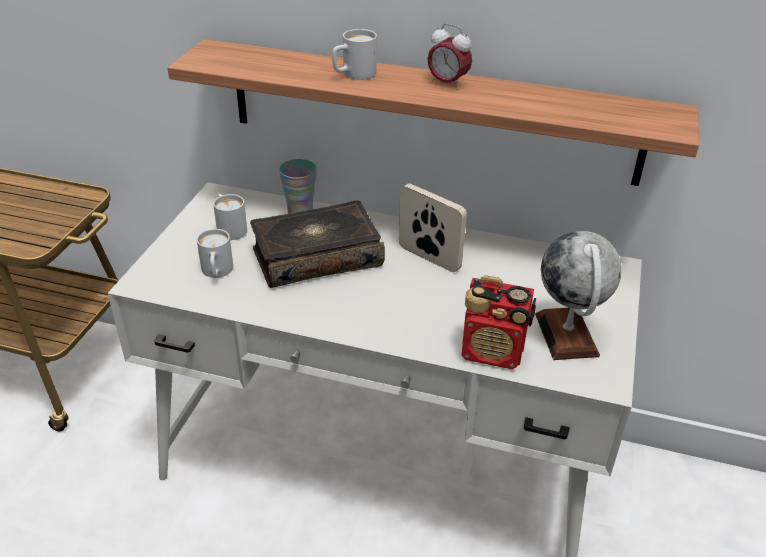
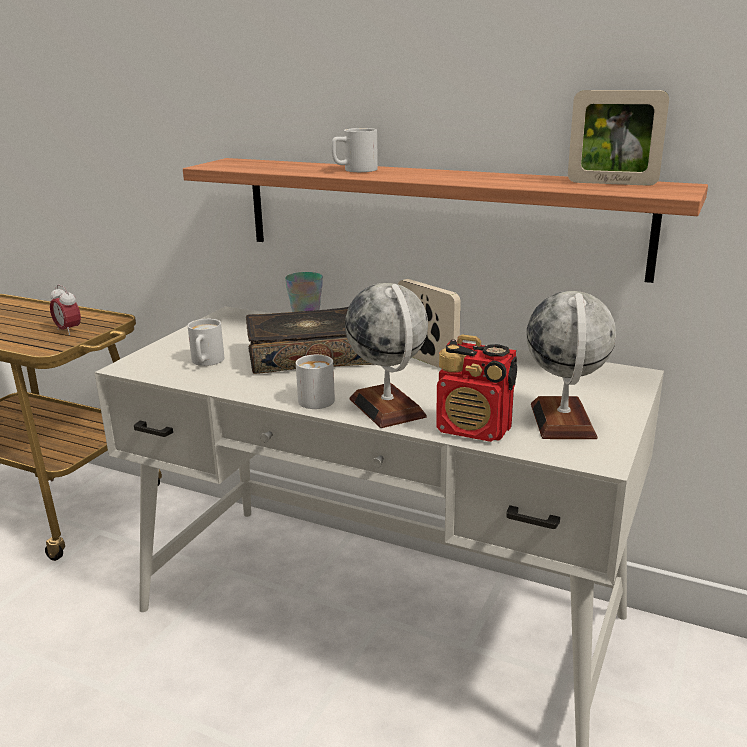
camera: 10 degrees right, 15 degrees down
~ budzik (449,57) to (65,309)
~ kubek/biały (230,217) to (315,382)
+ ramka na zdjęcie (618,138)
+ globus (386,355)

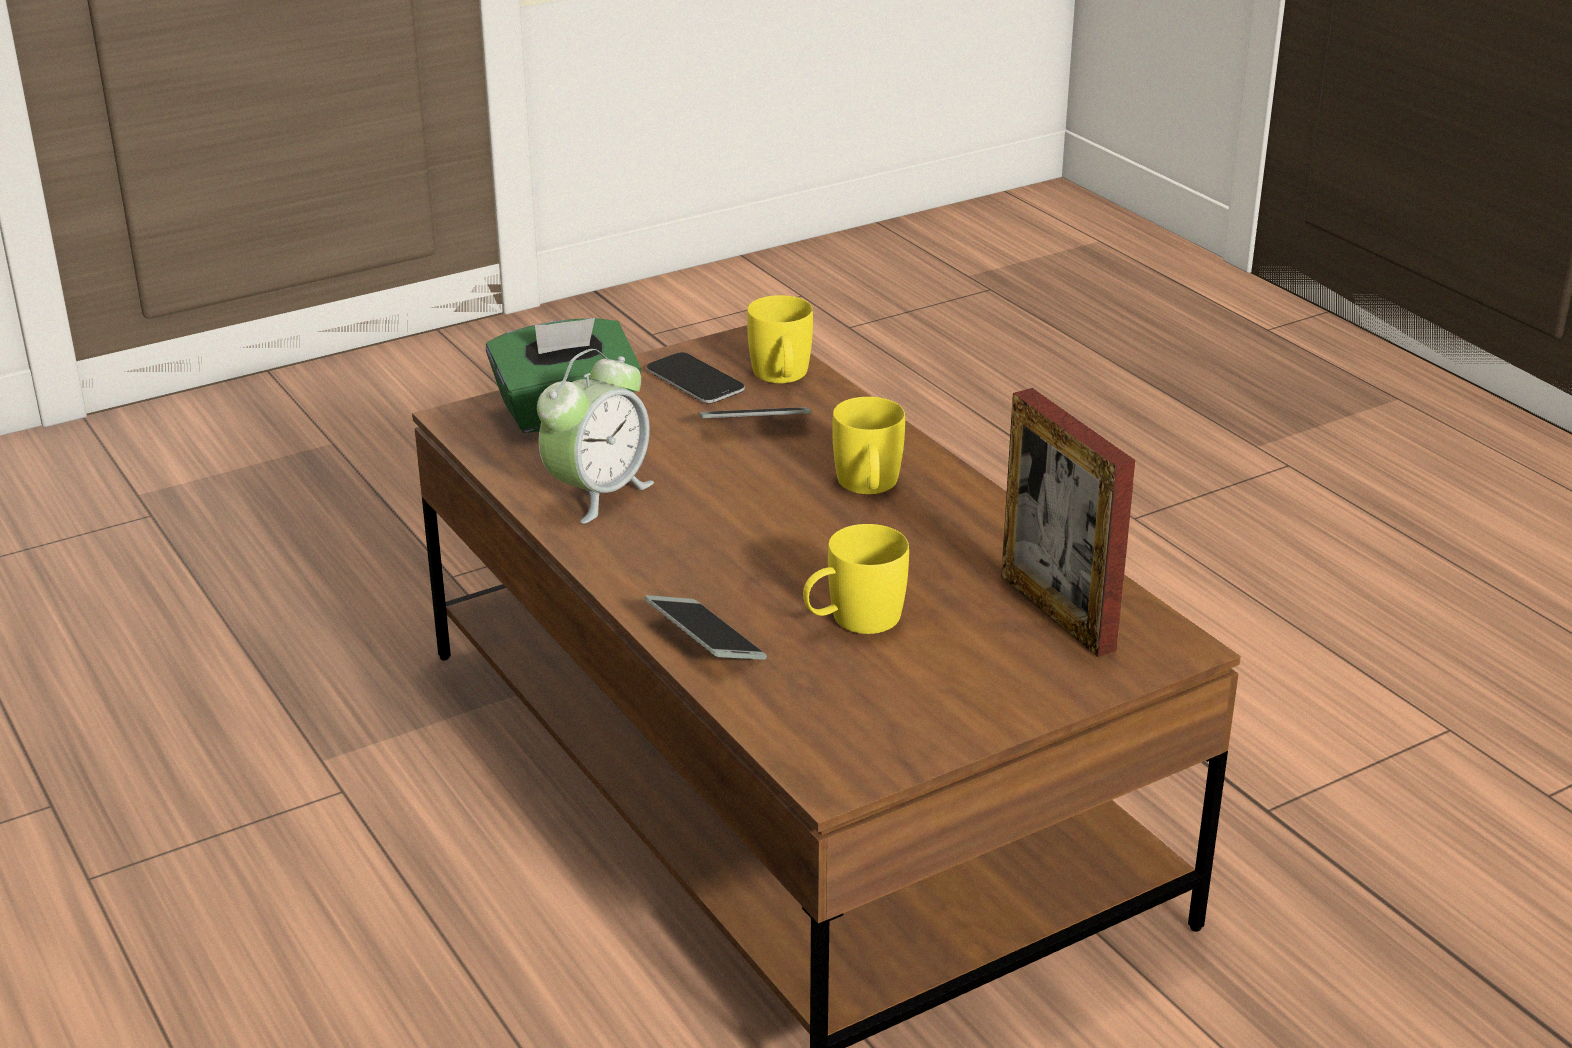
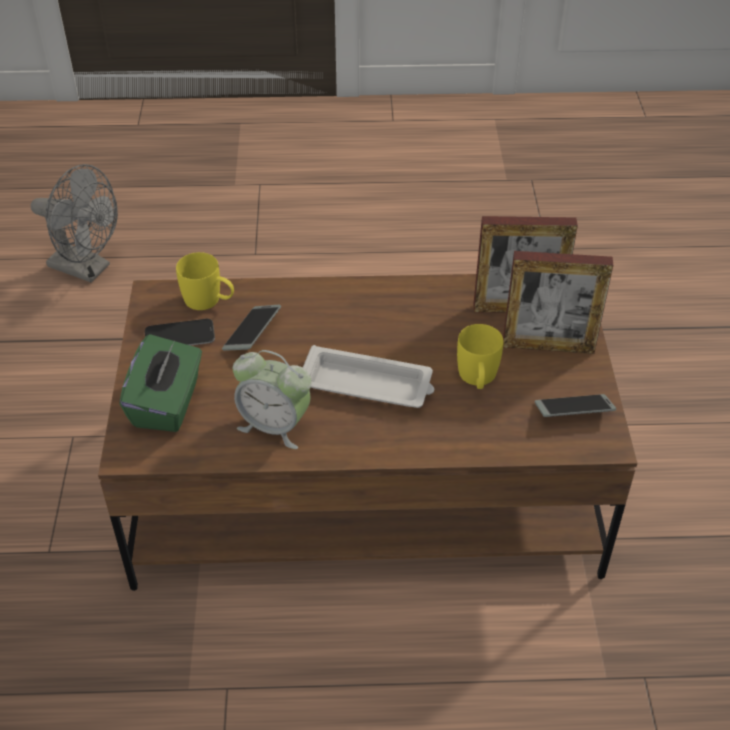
camera: 60 degrees left, 15 degrees up
~ budzik (595,436) = (272,399) 135 degrees clockwise
- kubek/żółty (868,445)
~ telefon (705,627) to (575,405)
+ wentylator/szary (74,223)
+ ramka na zdjęcie (558,302)
+ taca/biały (368,376)

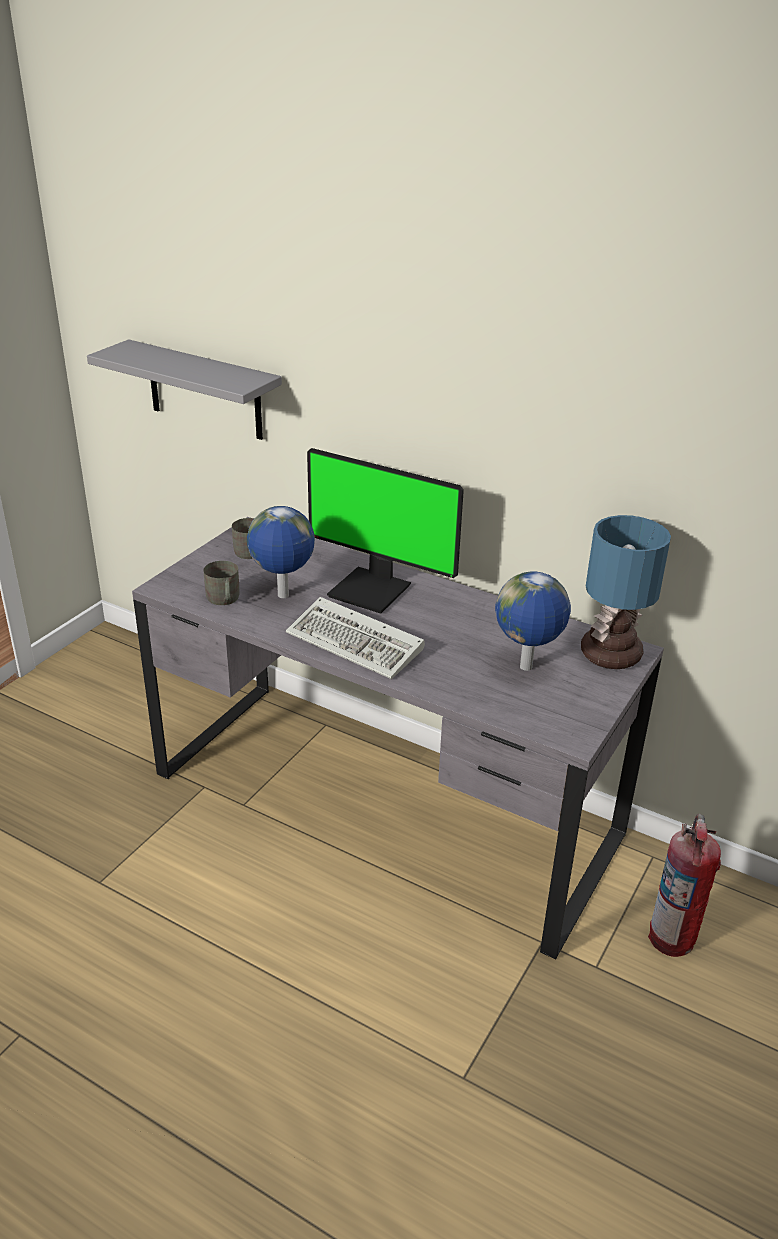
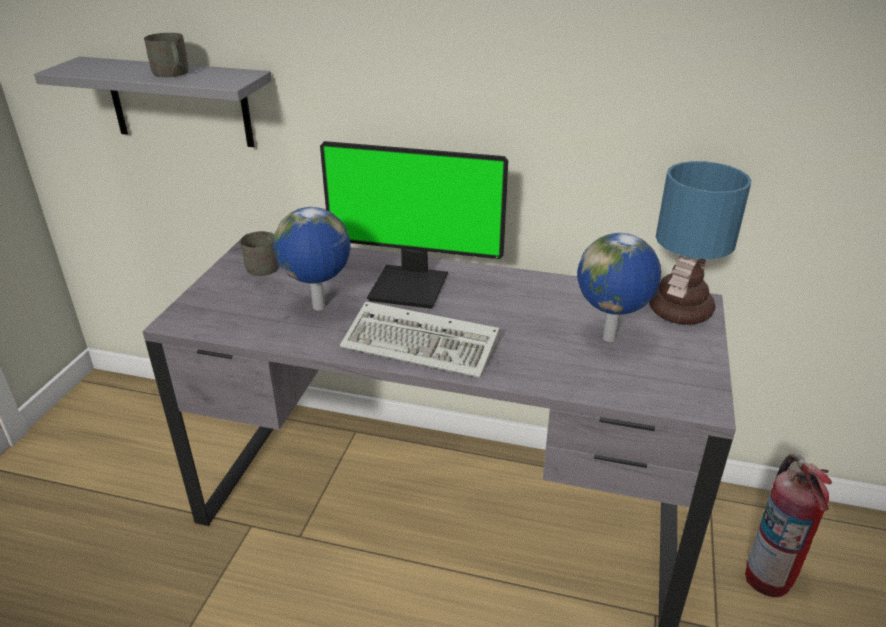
camera: 15 degrees left, 0 degrees up
~ kubek/szary (221,583) to (166,55)

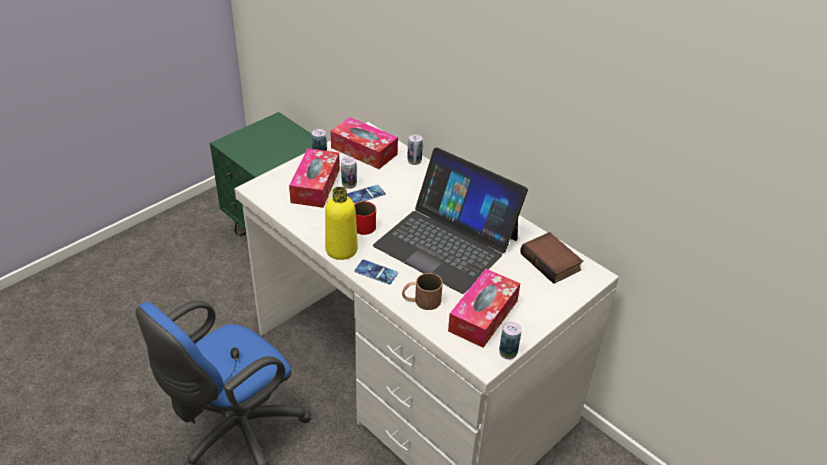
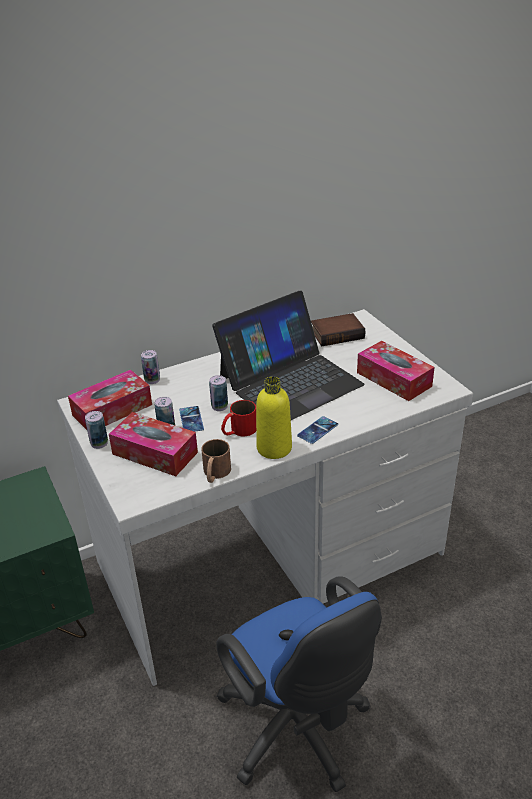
camera: 70 degrees left, 5 degrees down
~ kubek/brązowy (422,291) to (216,461)
~ puszka (510,341) to (218,393)

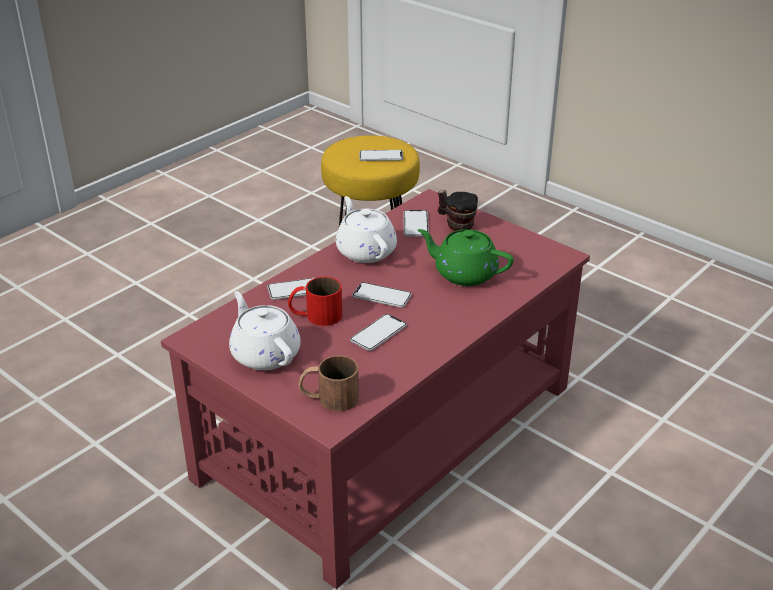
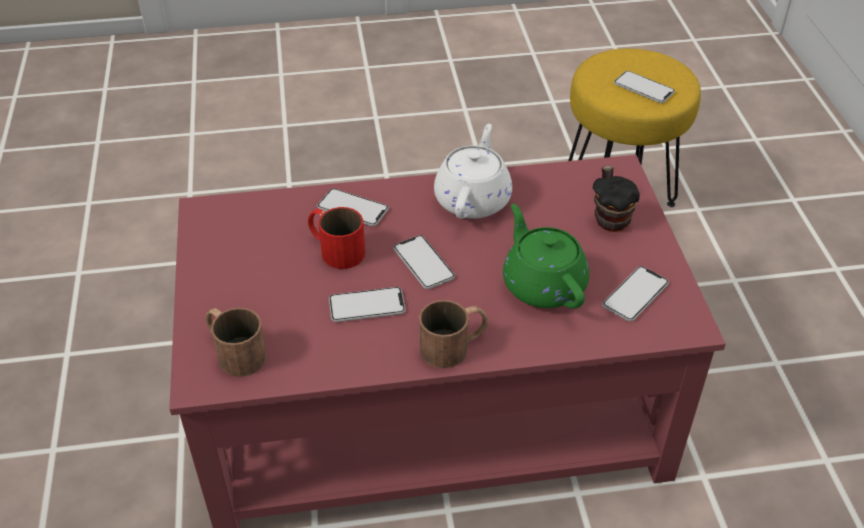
camera: 40 degrees right, 10 degrees up
~ telefon (416,223) to (635,294)
- imbryk/biały (265,330)
+ kubek/brązowy (453,334)

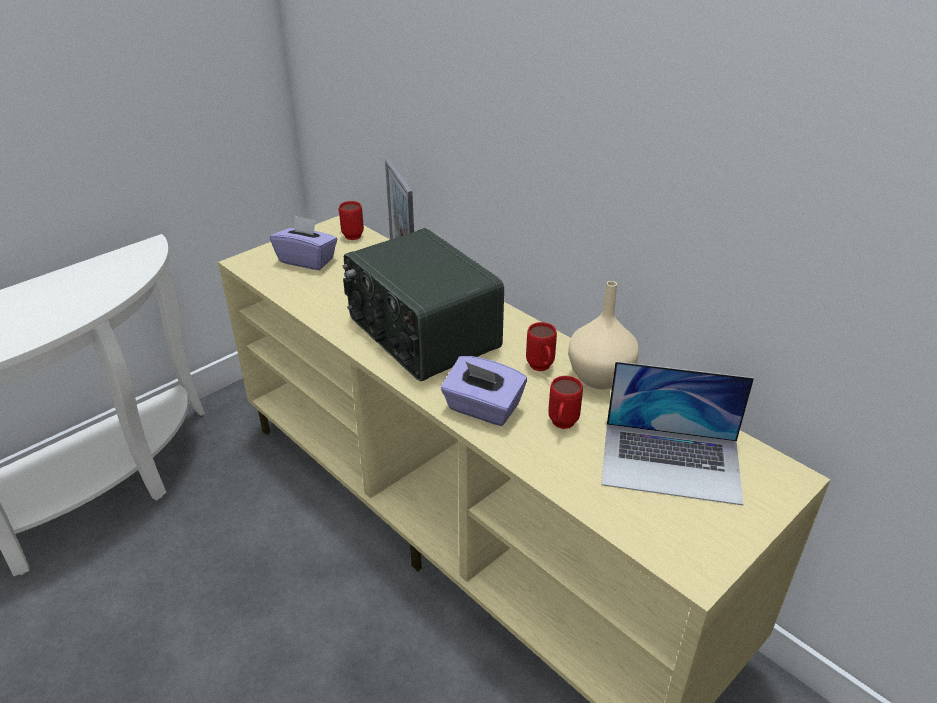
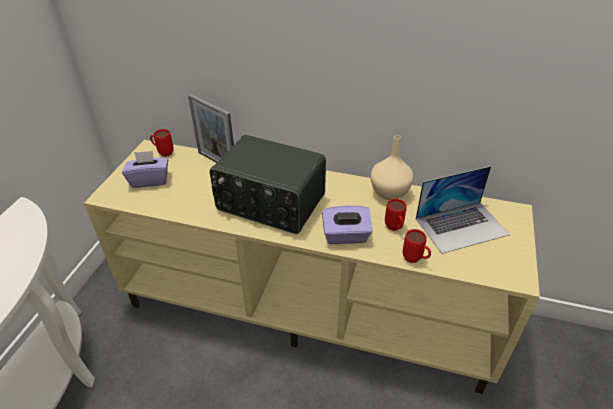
camera: 30 degrees left, 5 degrees up
~ kubek/czerwony (541,346) to (416,246)

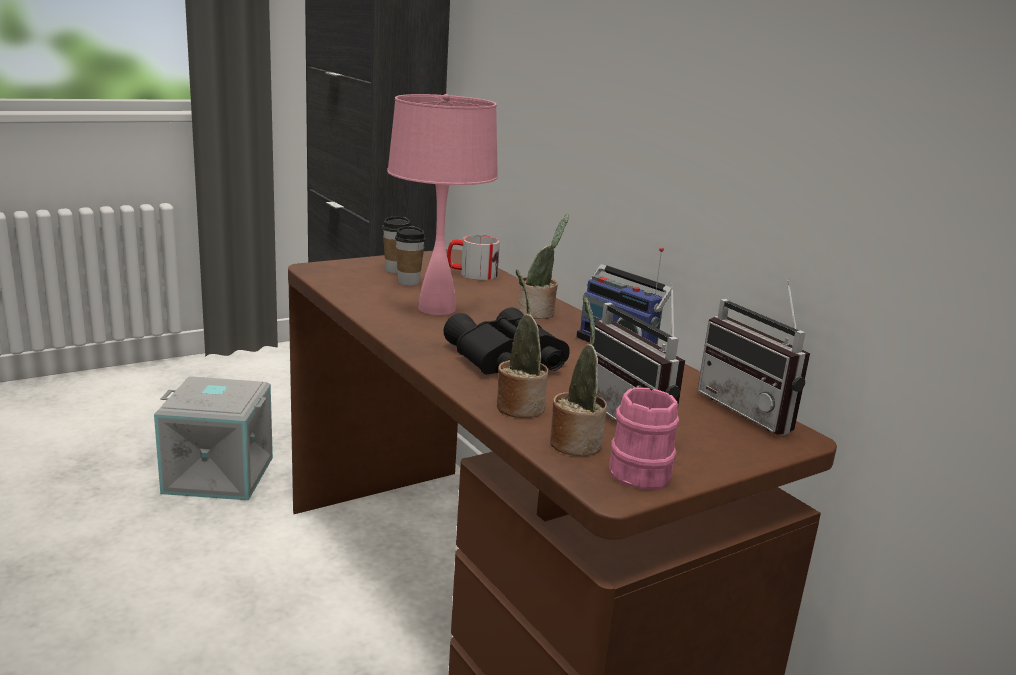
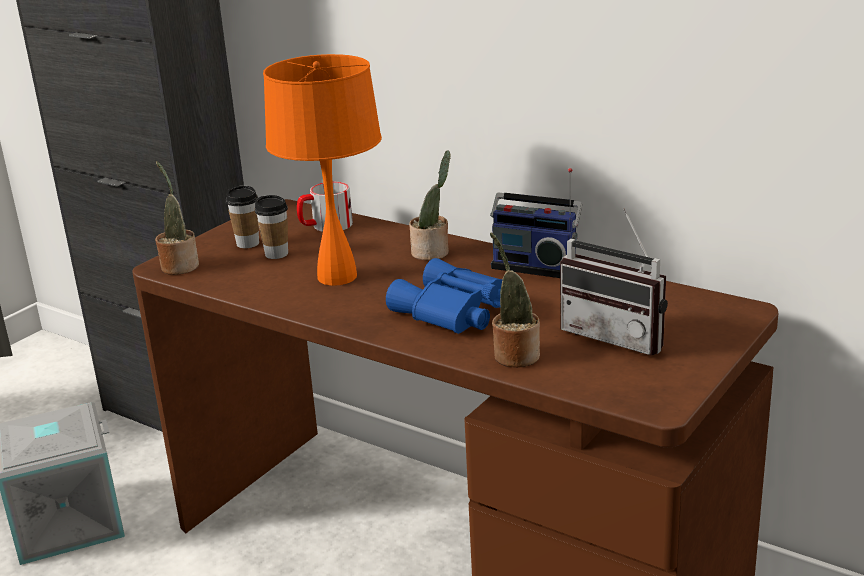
camera: 20 degrees left, 5 degrees up
~ lampa stołowa/różowy (442,204) to lampa stołowa/pomarańczowy (322,170)
- radio (753,357)
~ roślina doniczkowa (578,375) to (177,218)
~ lornetka/czarny (506,341) to lornetka/niebieski (444,296)
- kubek/różowy (644,438)

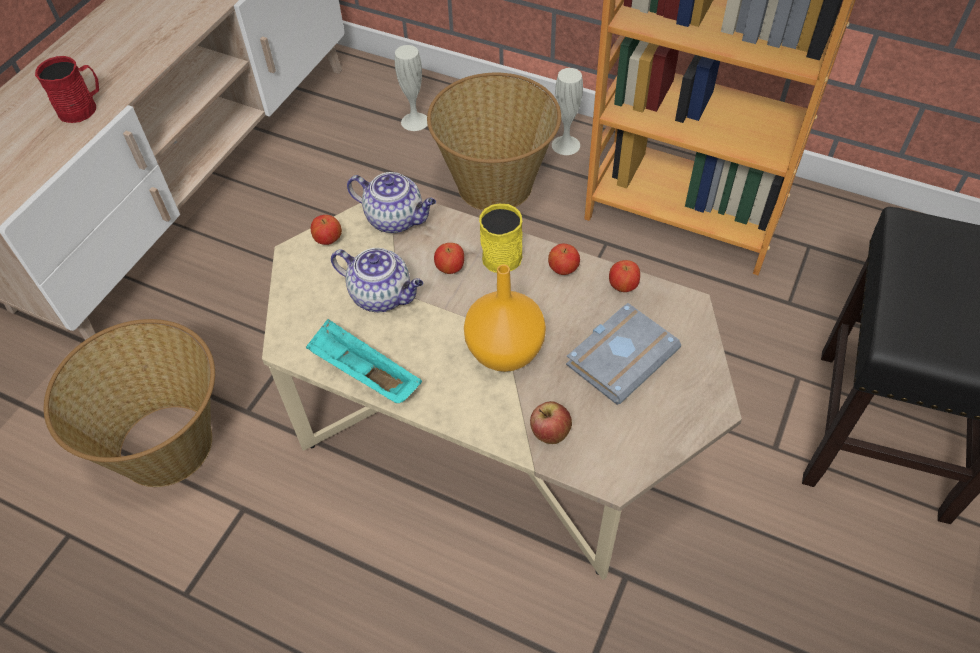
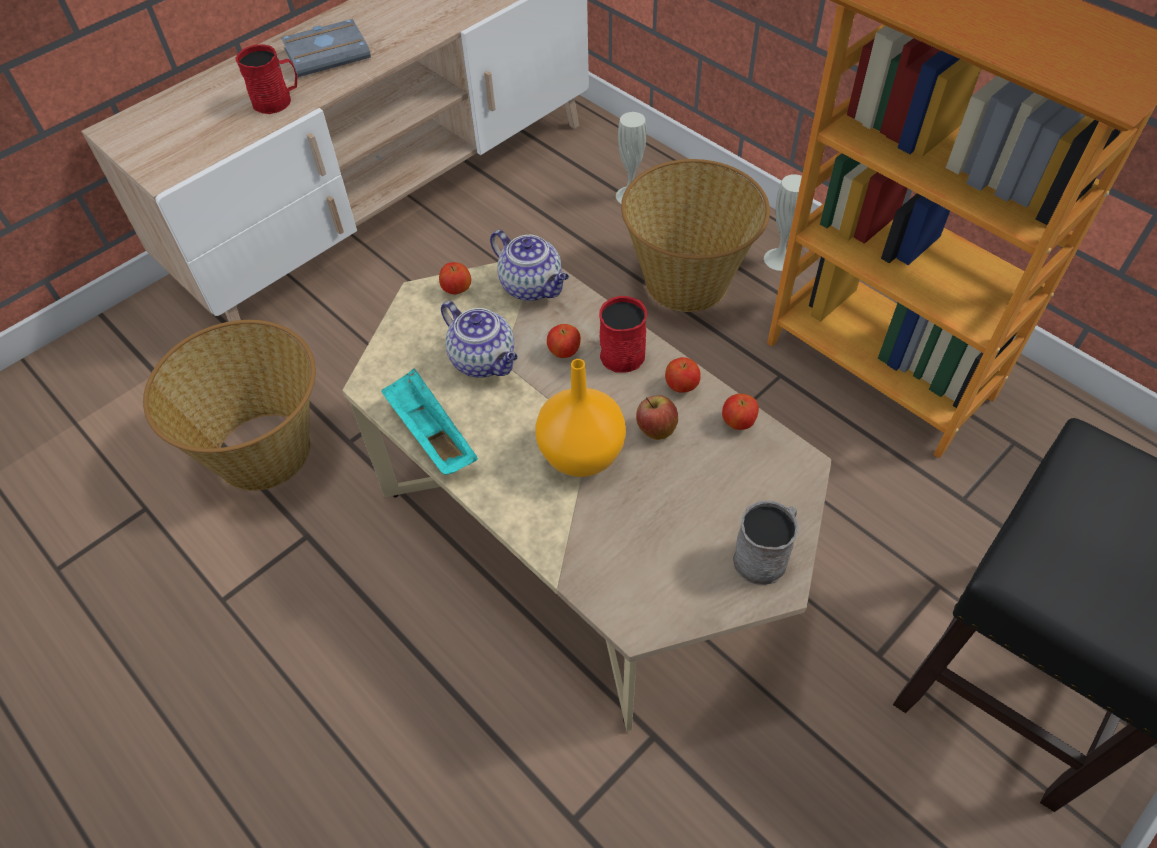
camera: 20 degrees right, 0 degrees up
~ kubek/żółty (501,238) to kubek/czerwony (623,334)
~ książka/szary (623,354) to (326,48)
~ jabłko (551,422) to (657,417)
+ kubek/szary (765,542)

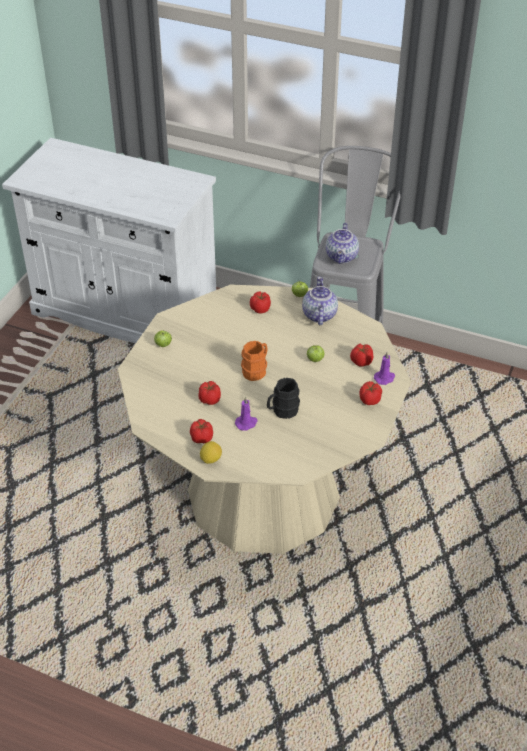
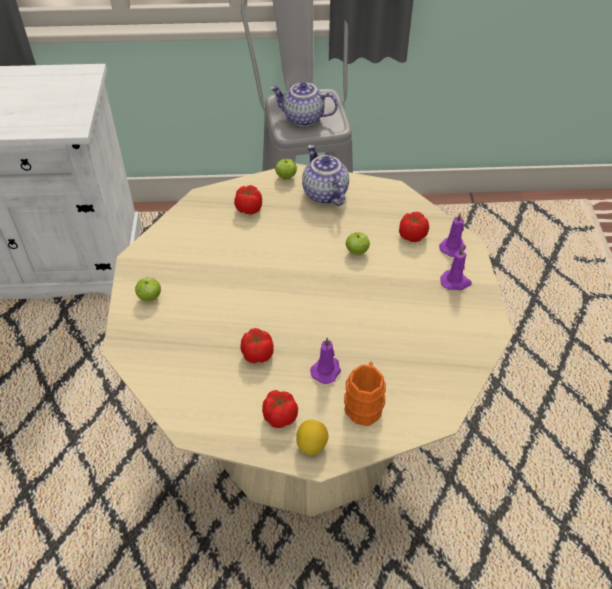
camera: 25 degrees left, 5 degrees up
~ imbryk (342,243) = (304,104) 120 degrees clockwise
~ kubek/pomarańczowy (254,361) to (365,393)
- kubek/czarny (283,398)
~ pomidor (371,393) to świeca/fioletowy (456,268)

